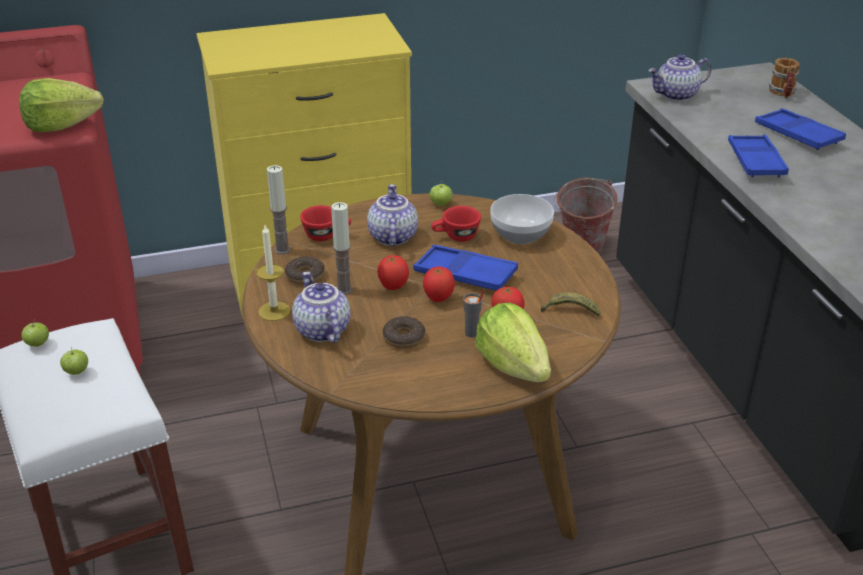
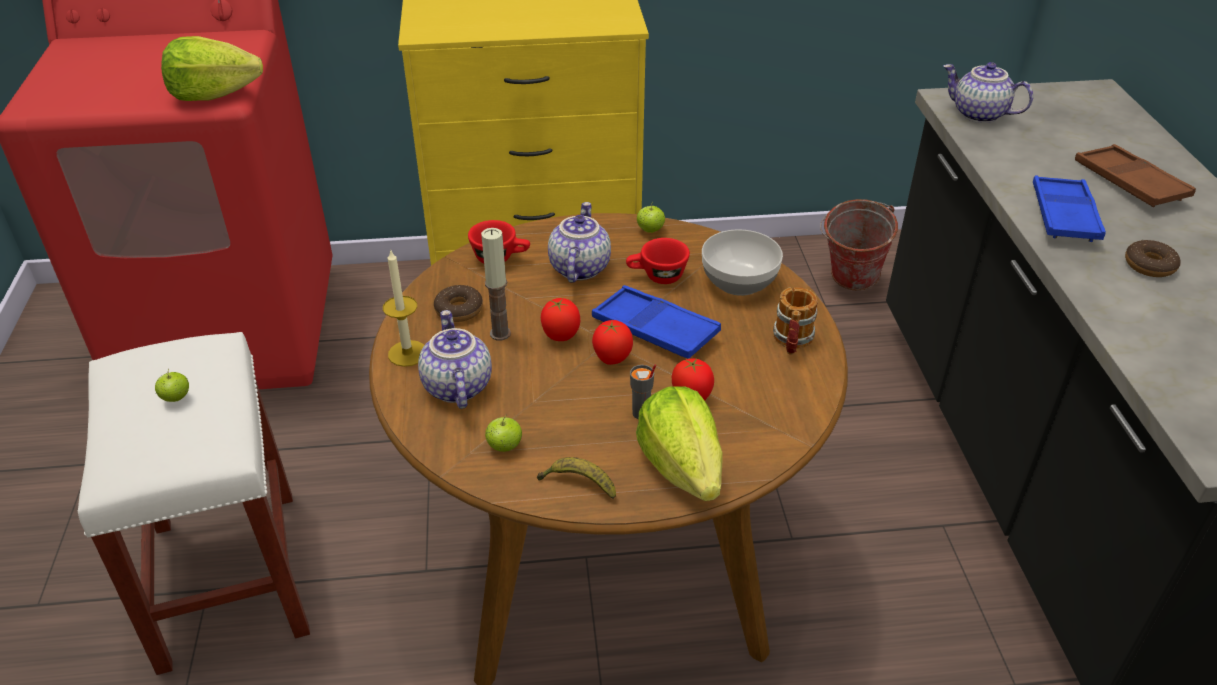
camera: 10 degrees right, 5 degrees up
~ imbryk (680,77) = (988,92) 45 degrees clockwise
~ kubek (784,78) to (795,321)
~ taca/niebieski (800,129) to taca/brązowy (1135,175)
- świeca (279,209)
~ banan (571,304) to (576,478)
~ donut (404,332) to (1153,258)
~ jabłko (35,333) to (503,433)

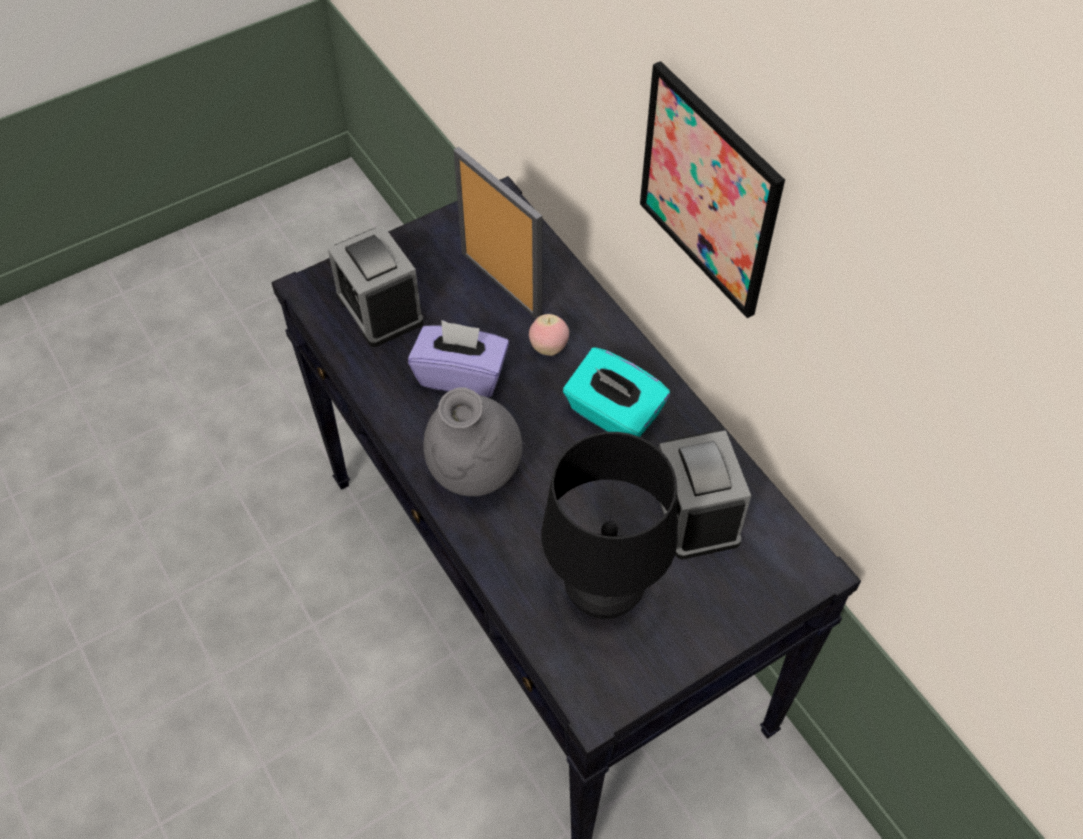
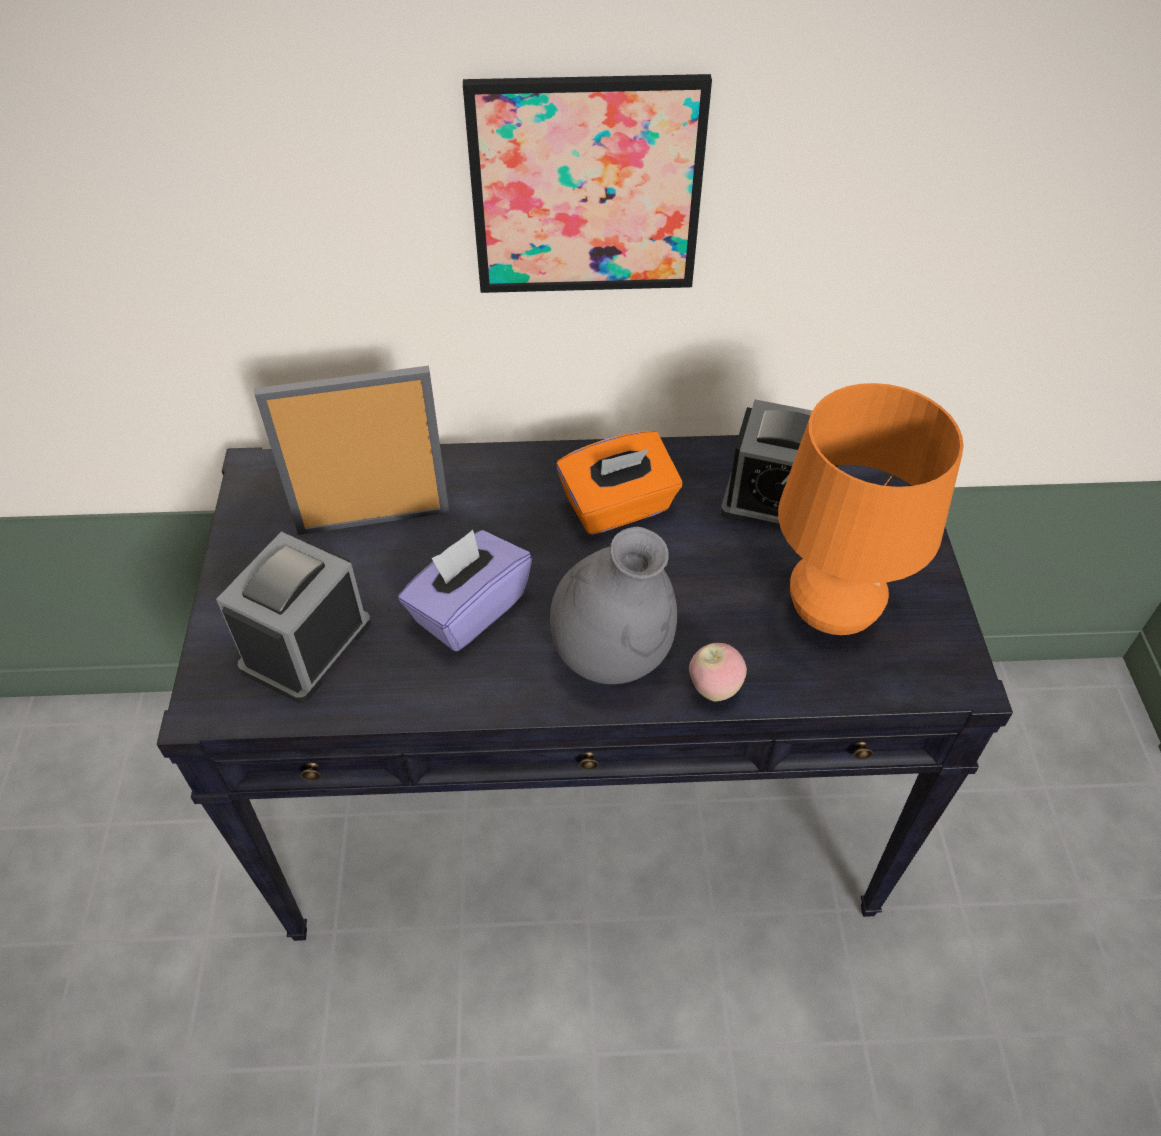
camera: 60 degrees left, 5 degrees down
~ budzik (375,286) = (293,617) 120 degrees clockwise
~ jabłko (549,335) to (718,672)
~ pudełko chusteczek/turkusowy (616,392) to pudełko chusteczek/pomarańczowy (619,483)
~ lampa stołowa/czarny (610,525) to lampa stołowa/pomarańczowy (871,509)

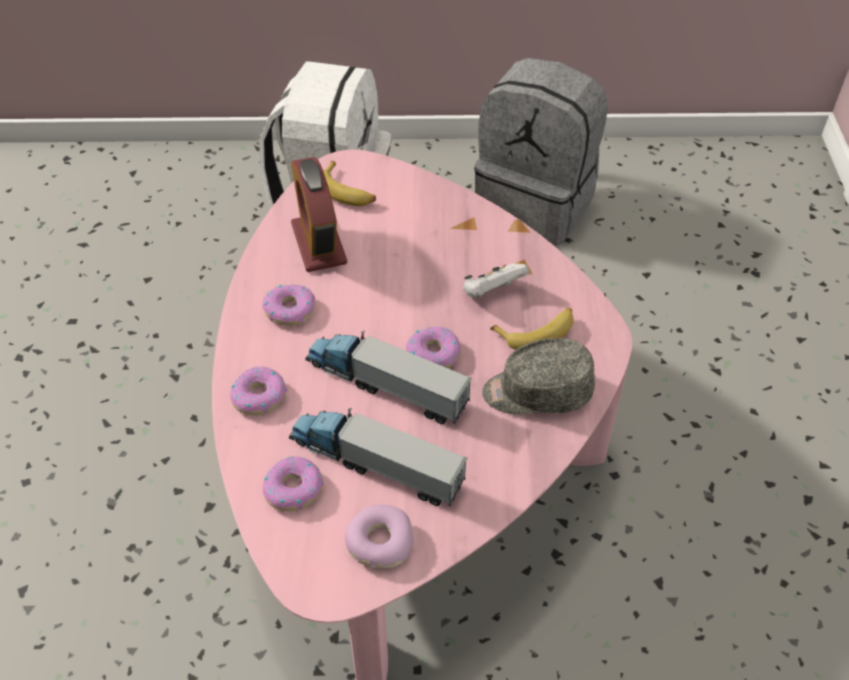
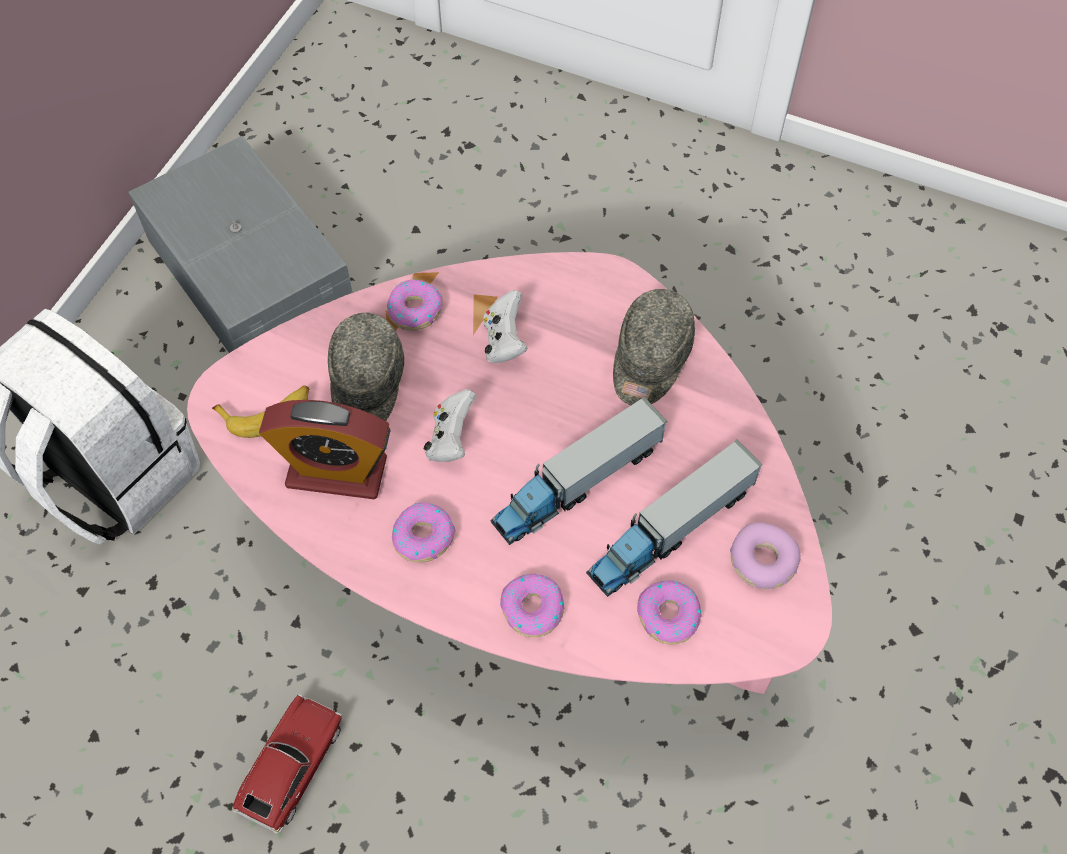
camera: 65 degrees left, 10 degrees up
~ plecak/szary (541,151) to pojemnik do przechowywania/szary (240,244)
- banan (532,329)
~ donut (433,347) to (415,304)
+ czapka z daszkiem/szary (366,367)
+ pad do gier/biały (450,425)
+ samochodzik (287,764)

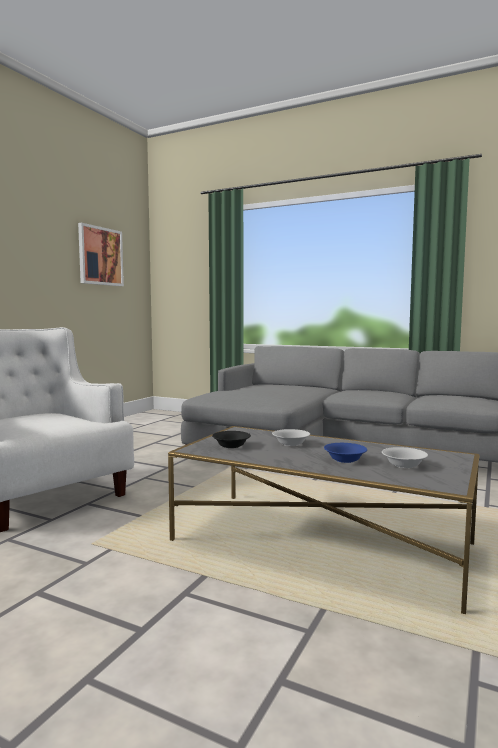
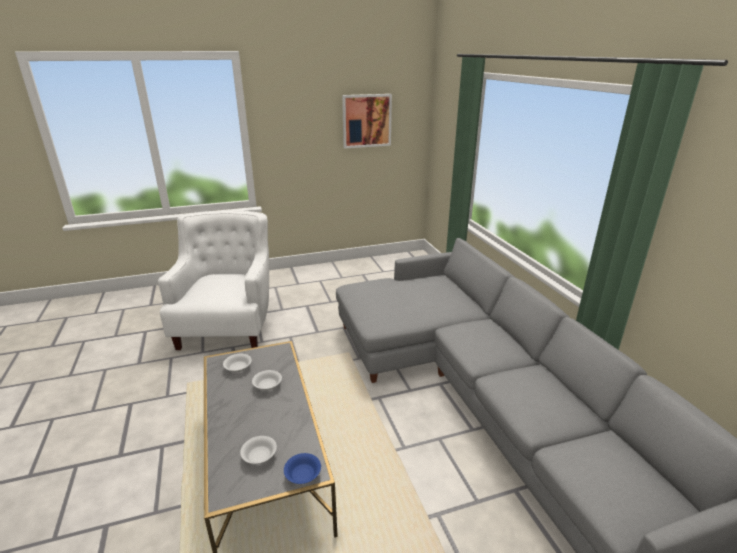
camera: 45 degrees right, 20 degrees up
~ miska/czarny (231,439) to miska/biały (237,363)
~ miska/niebieski (345,453) to (302,468)

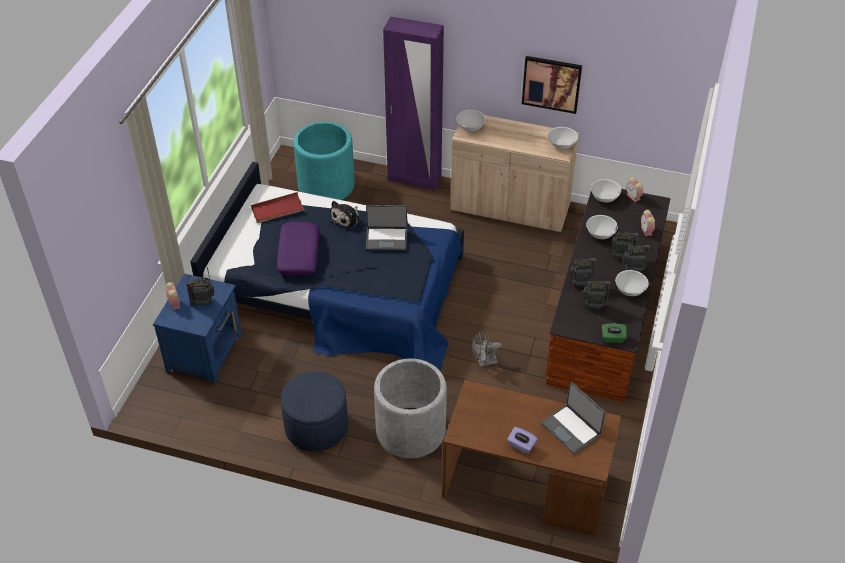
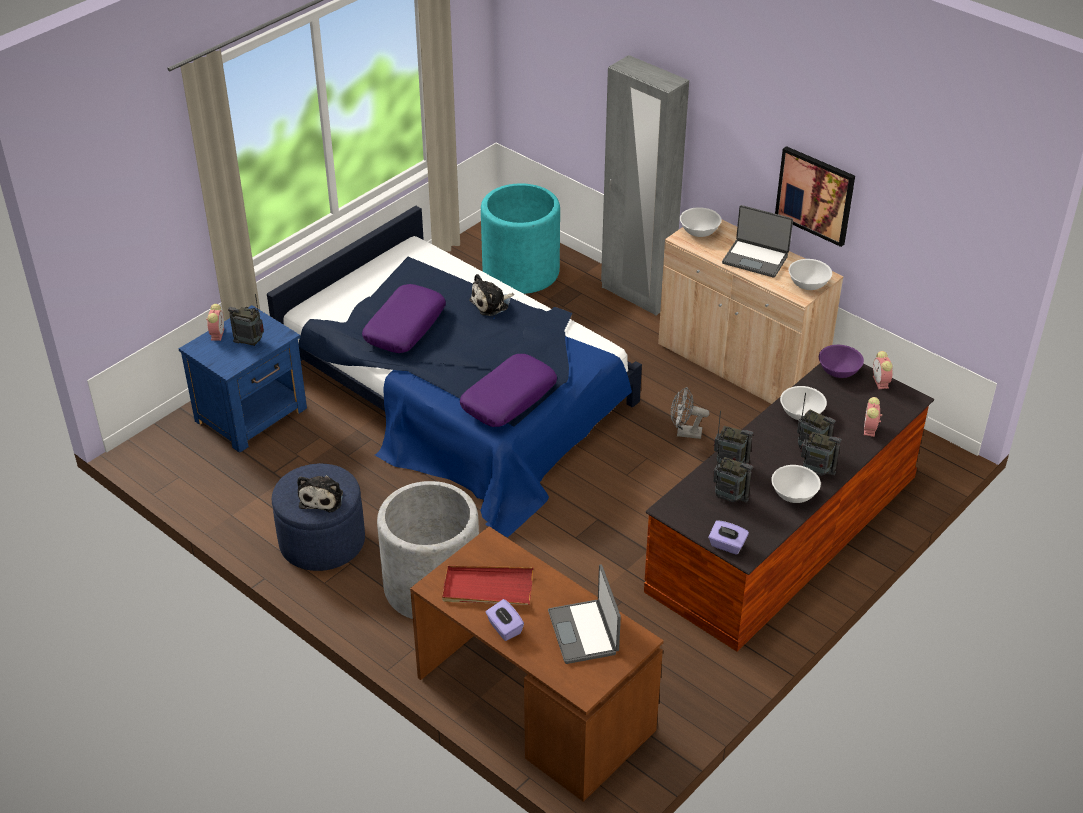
camera: 25 degrees right, 5 degrees down
~ szafa/fioletowy (413,103) to szafa/szary (645,185)
~ miska/biały (606,190) to miska/fioletowy (841,361)
~ taca/czerwony (278,207) to (487,585)
~ laptop (386,227) to (757,241)
~ pudełko chusteczek/zielony (614,333) to pudełko chusteczek/fioletowy (728,537)
~ wentylator/szary (487,349) to (690,413)
+ poduszka/fioletowy (508,390)
+ pluszak (320,494)

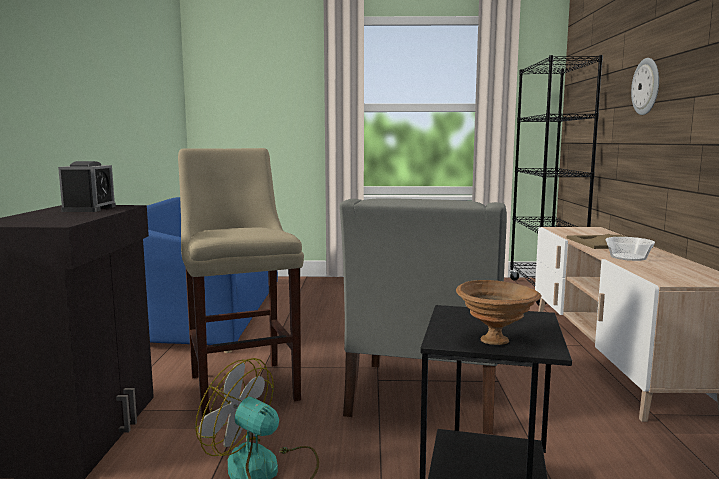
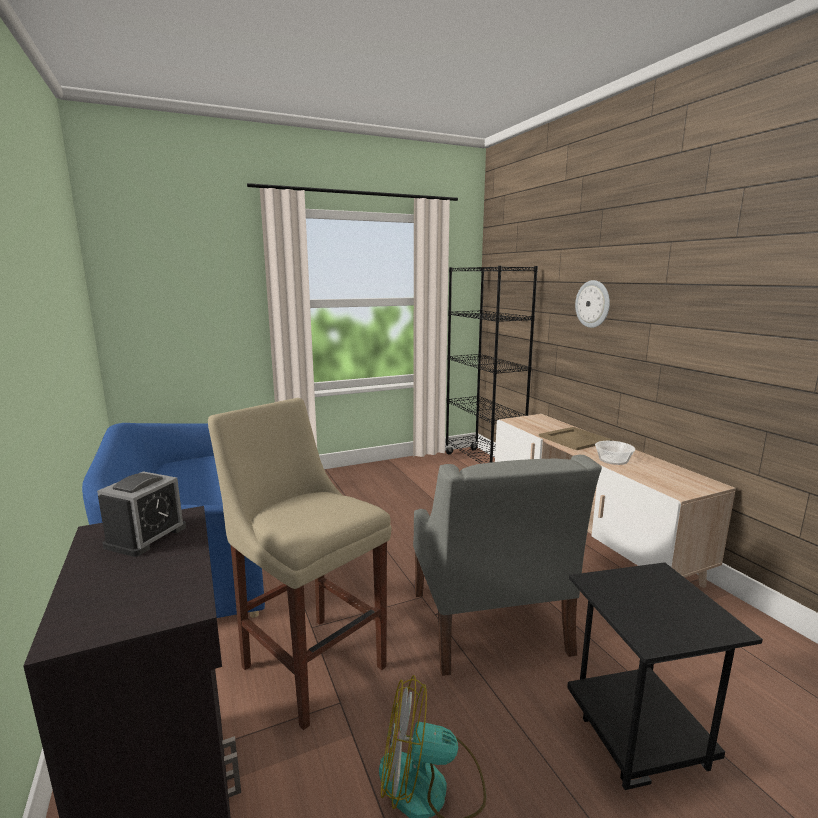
camera: 25 degrees left, 5 degrees up
~ budzik (87,186) = (141,514) 45 degrees clockwise
- miska/brązowy (499,312)

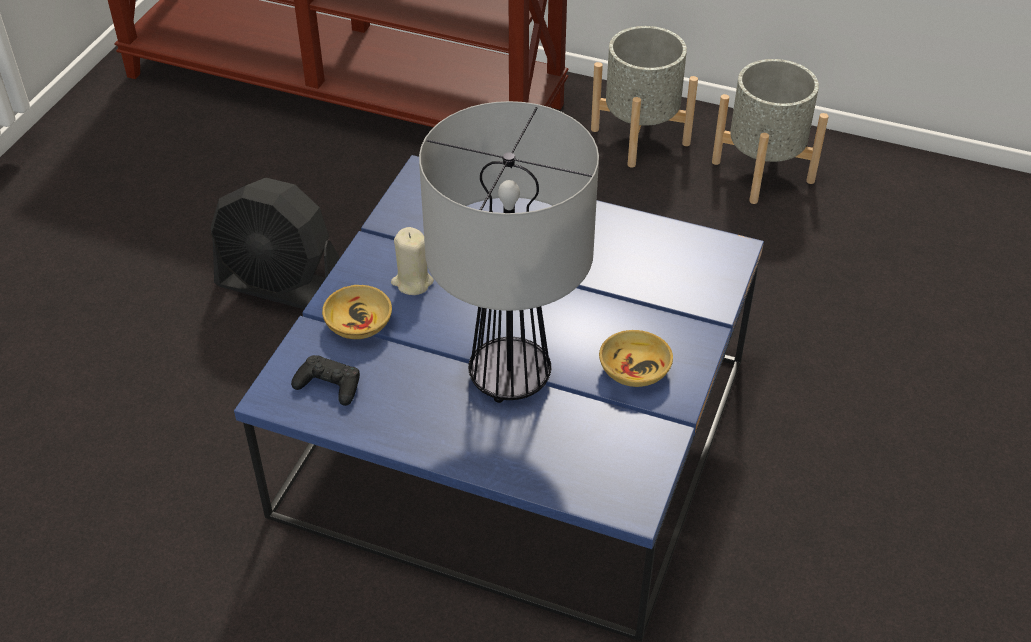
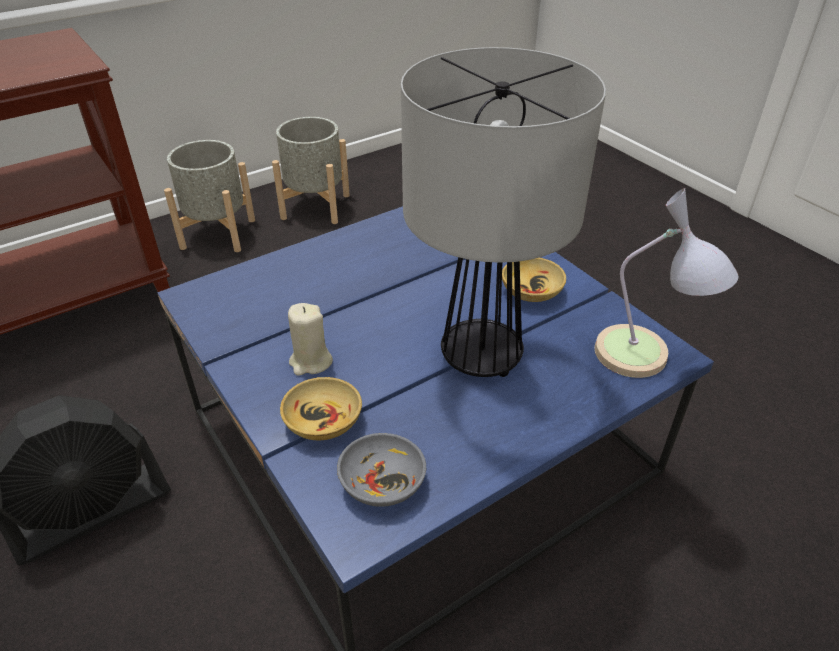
camera: 55 degrees left, 5 degrees down
~ pad do gier/czarny (325,380) to miska/szary (381,470)
+ lampa stołowa (666,283)

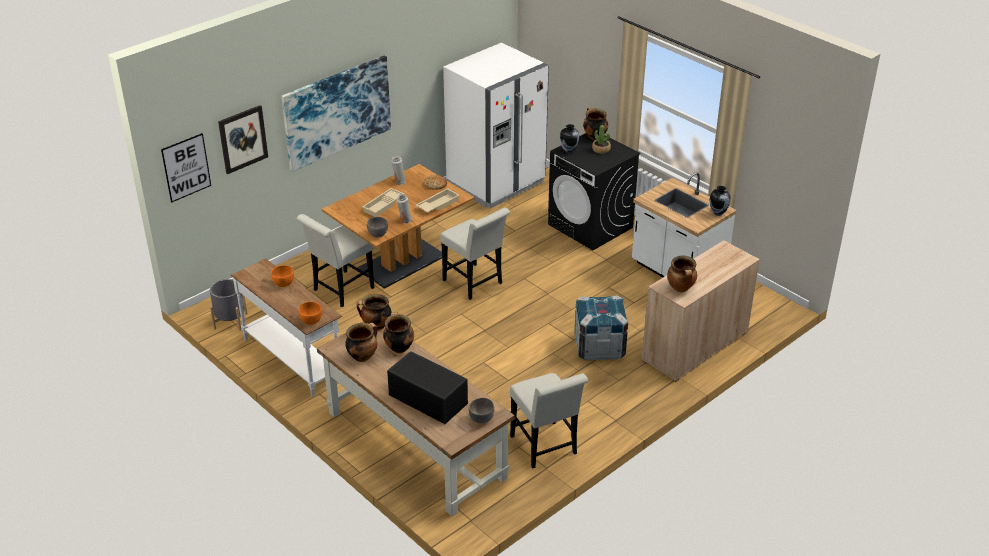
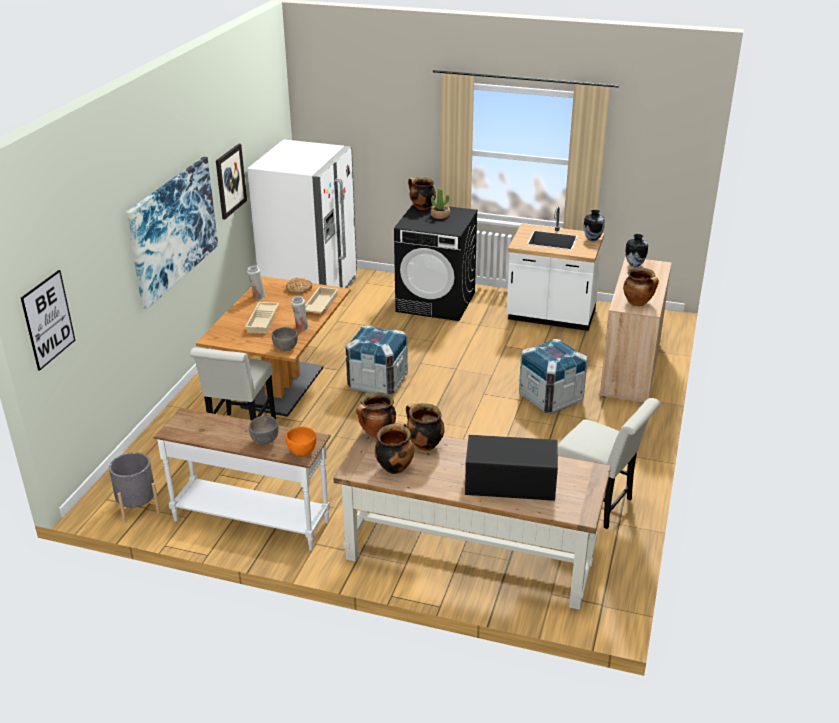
camera: 30 degrees left, 5 degrees down
~ obraz (243,139) to (231,182)
~ wazon (569,138) to (637,250)
~ krzesło/biały (475,254) to skrzynka (377,360)
- miska/pomarańczowy (282,276)
~ miska/szary (482,411) to (264,430)

